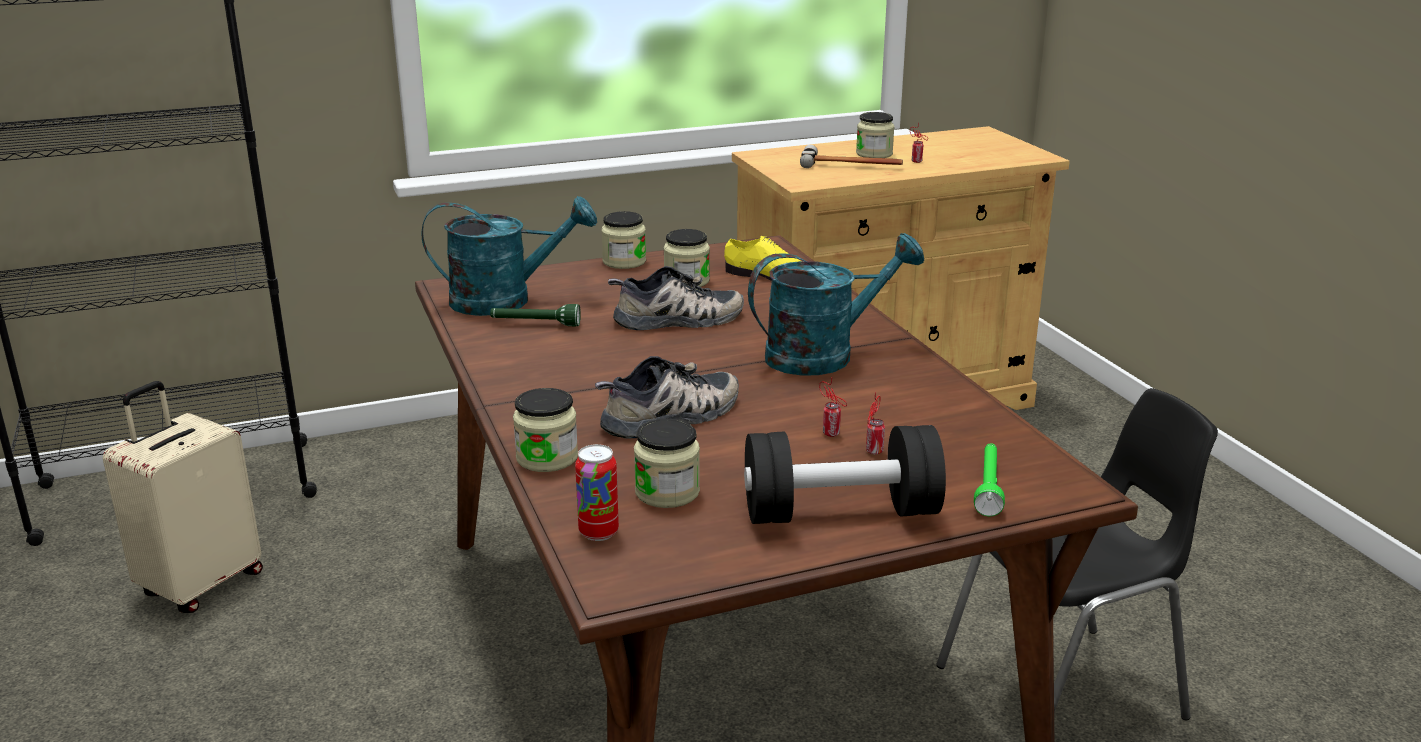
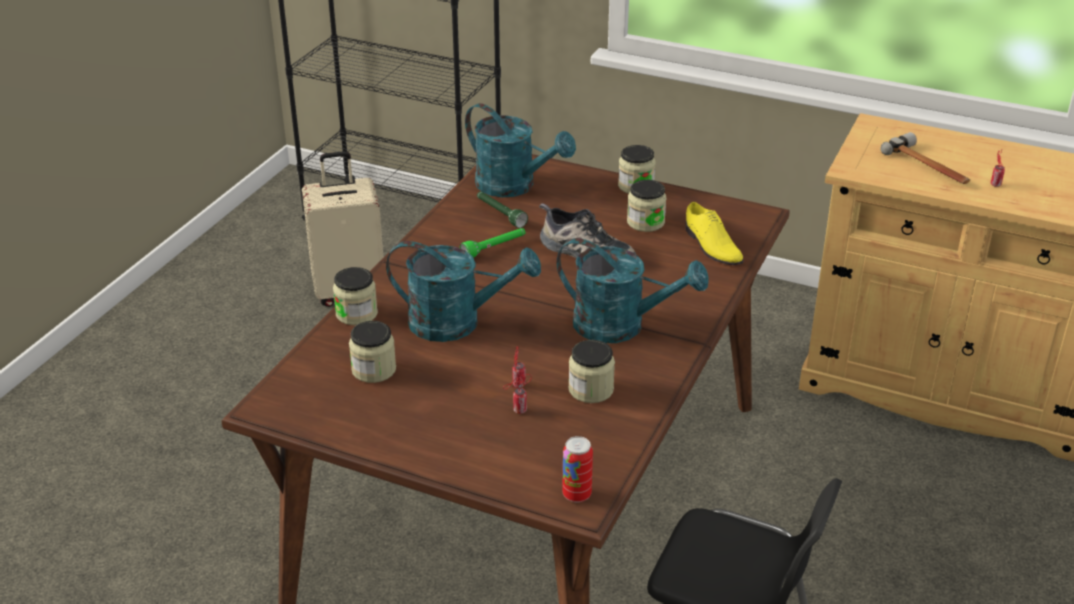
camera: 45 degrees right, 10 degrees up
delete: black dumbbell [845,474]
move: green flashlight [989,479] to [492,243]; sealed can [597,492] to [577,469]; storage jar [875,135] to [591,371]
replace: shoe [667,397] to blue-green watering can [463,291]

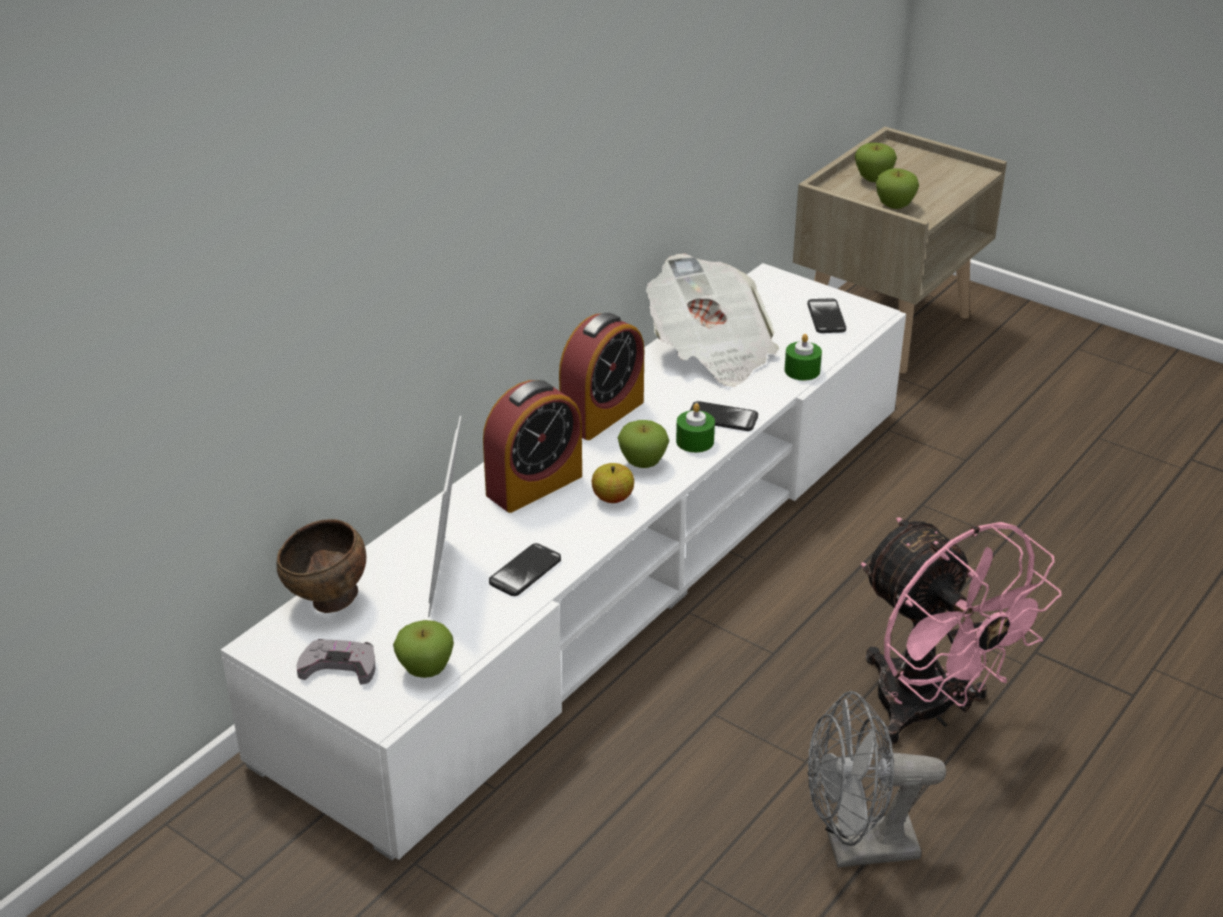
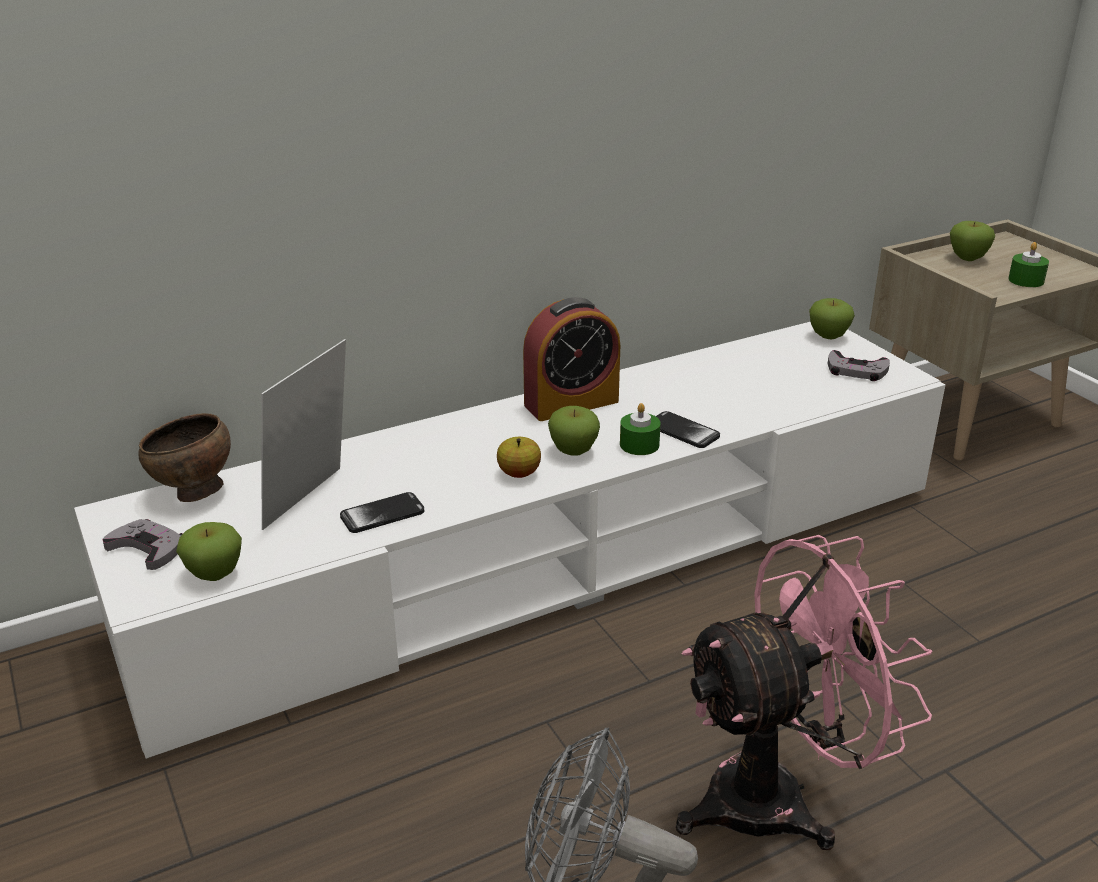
camera: 25 degrees right, 5 degrees down
delete: table clock [532,446]; newspaper [712,320]
move: apple fruit [897,188] to [832,318]; green wax candle [803,357] to [1028,264]
replace: handset [827,315] to gray game controller [859,365]
rotate: pink-coloured electric fan [961,631] = [804,692] 105 degrees counterclockwise

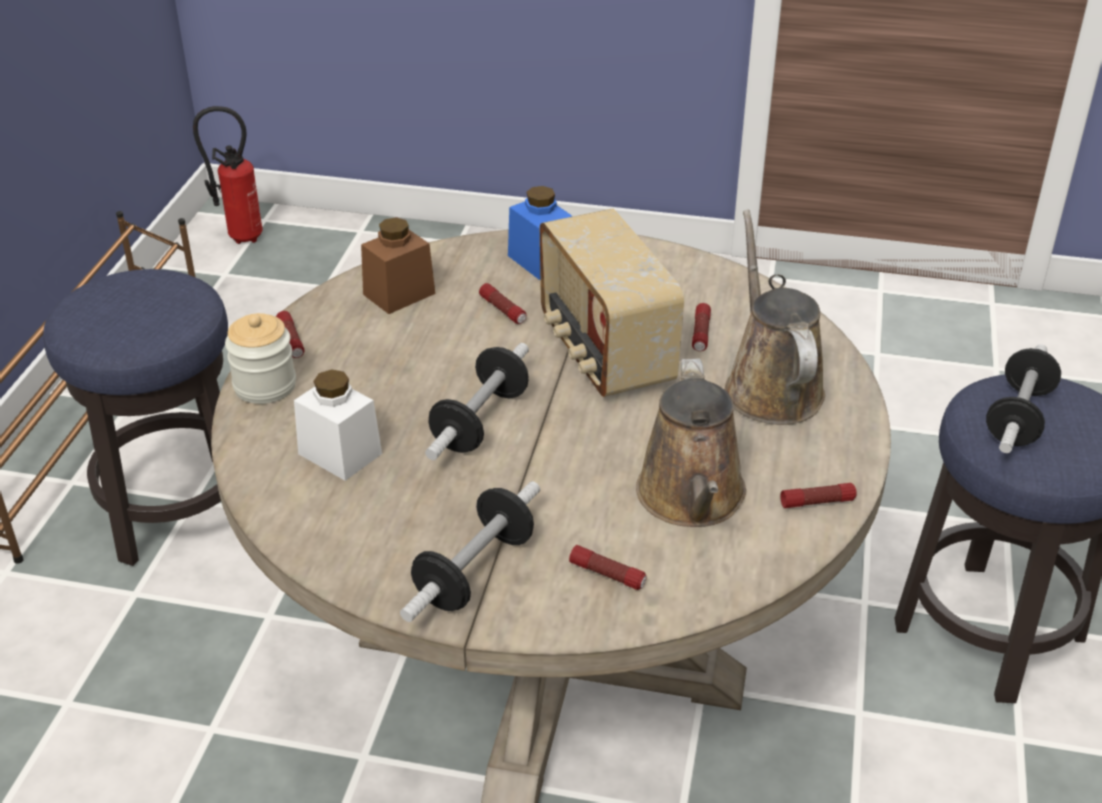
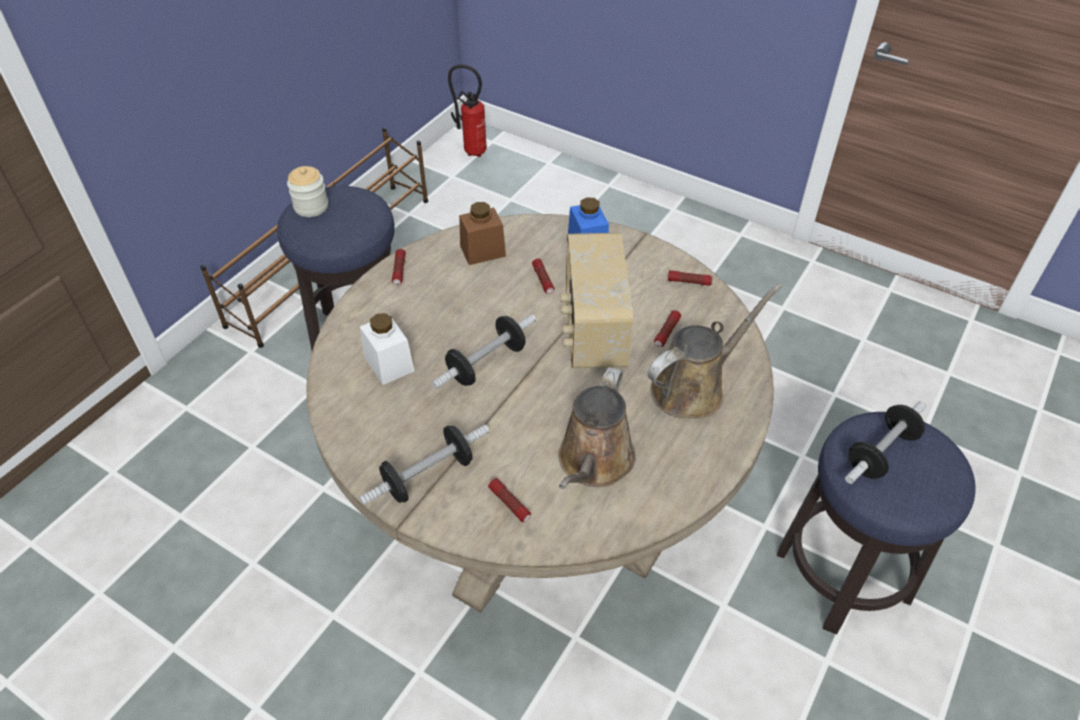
camera: 20 degrees right, 10 degrees up
move: storage jar [260,358] to [307,191]; flashlight [818,495] to [690,278]
rotate: brown-coloured watering can [774,317] = [714,351] 45 degrees clockwise

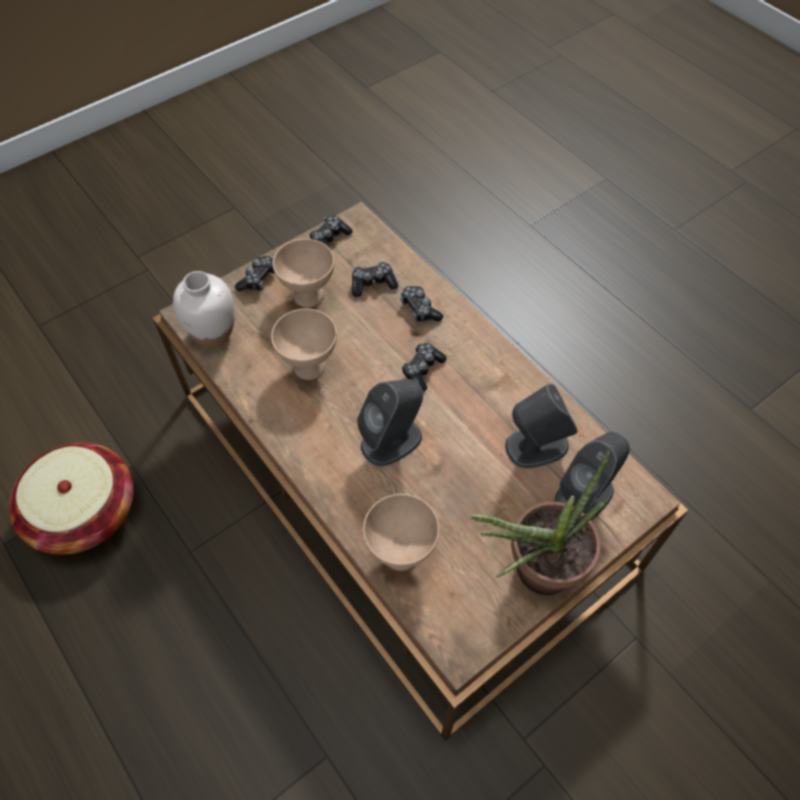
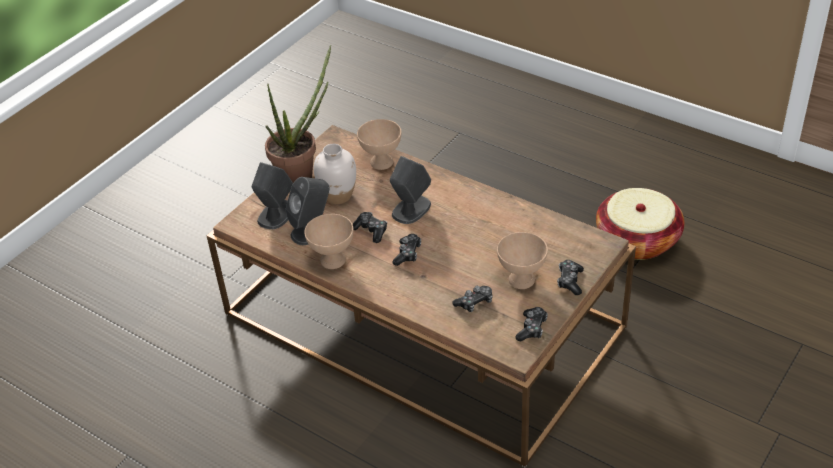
camera: 165 degrees right, 15 degrees down
move: sand-coloured serving bowl [304,344] to [328,241]; white-coloured vase [204,309] to [335,174]; game controller [421,304] to [370,227]

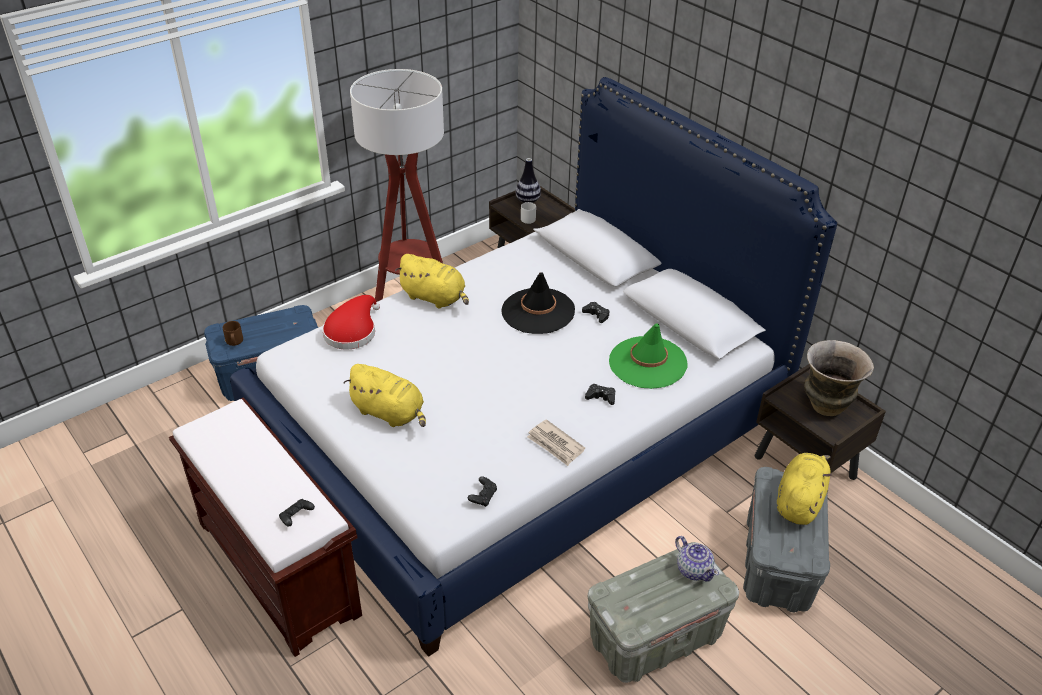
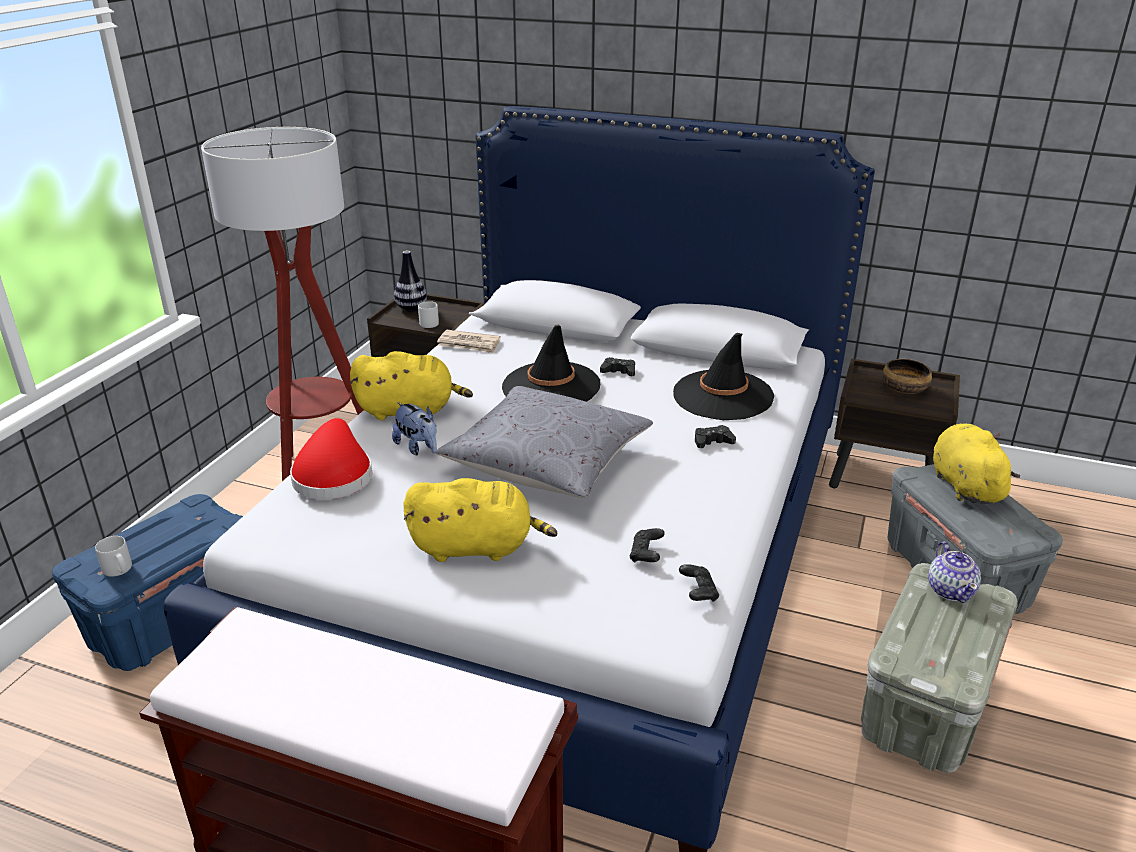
camera: 30 degrees left, 10 degrees down
insert: soft toy [414,428]; gray throw pillow [544,442]
move: newspaper [556,442] to [469,341]; black game controller [297,513] to [647,545]
replace: vase [839,378] to serving bowl [907,376]
recolor: brown-coloured coffee mug [233,333] to gray coffee mug [113,556]; green wearable hat [648,356] to black wearable hat [723,376]
rotate: tea pot [697,559] = [954,572] 60 degrees clockwise

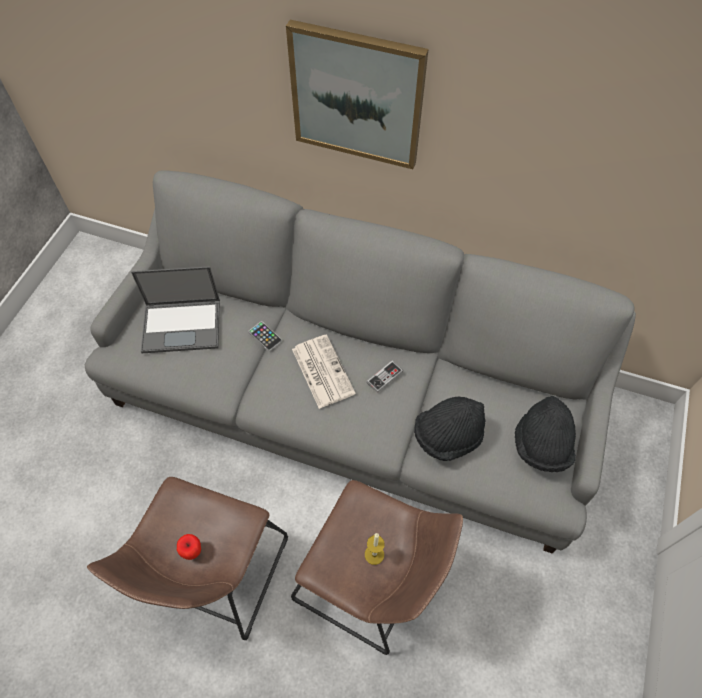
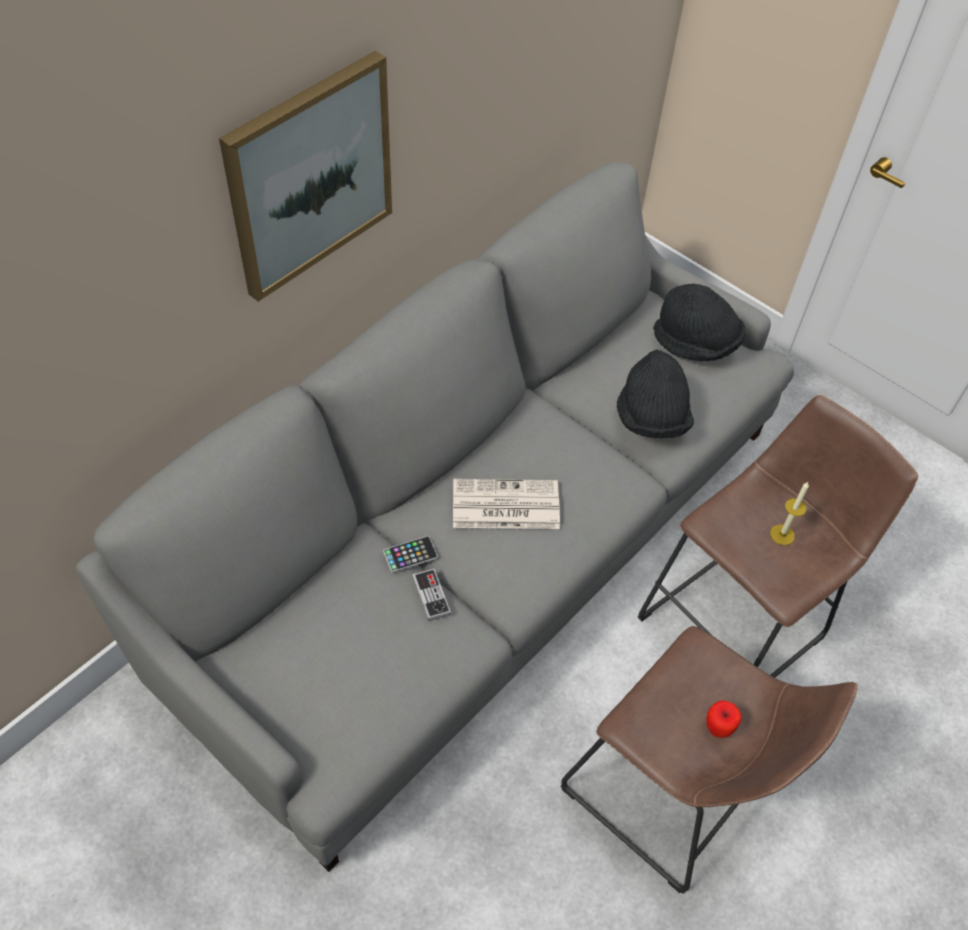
camera: 70 degrees left, 5 degrees down
delete: notebook computer [175,309]
move: game controller [385,377] to [431,594]

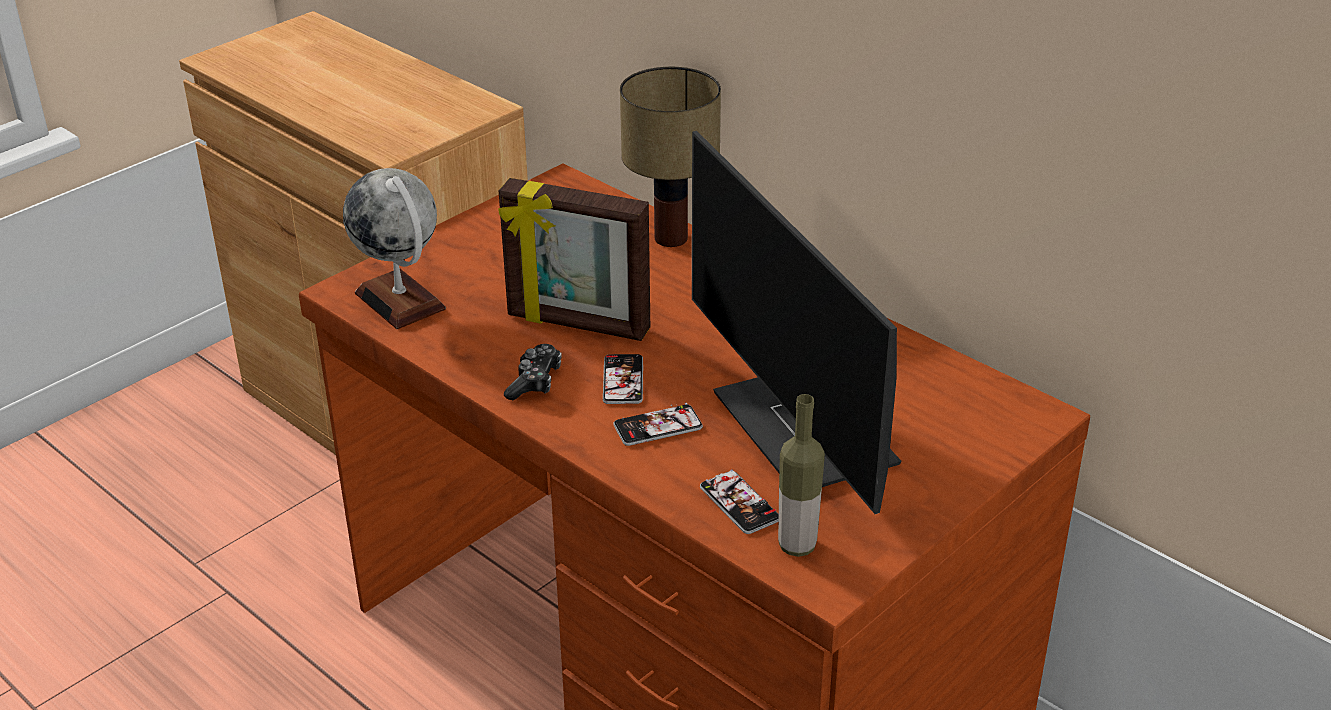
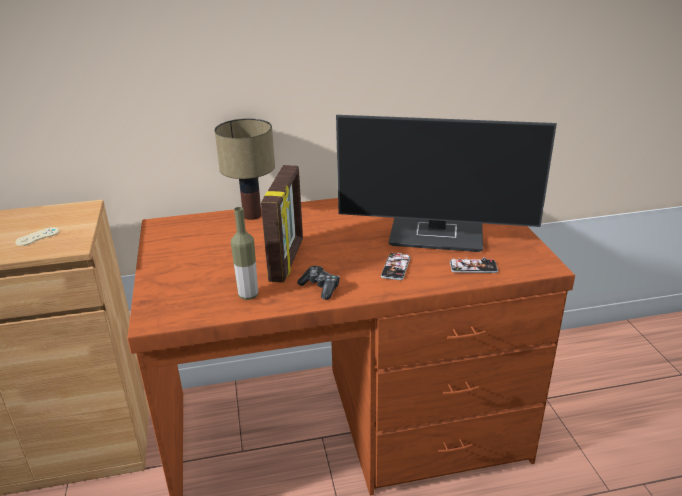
camera: 55 degrees left, 5 degrees down
delete: globe [394,248]; handset [623,379]
insert: sand-coloured game controller [37,236]
move: beverage bottle [801,475] to [244,253]
rotate: standing frame [574,259] = [282,224] 45 degrees counterclockwise

